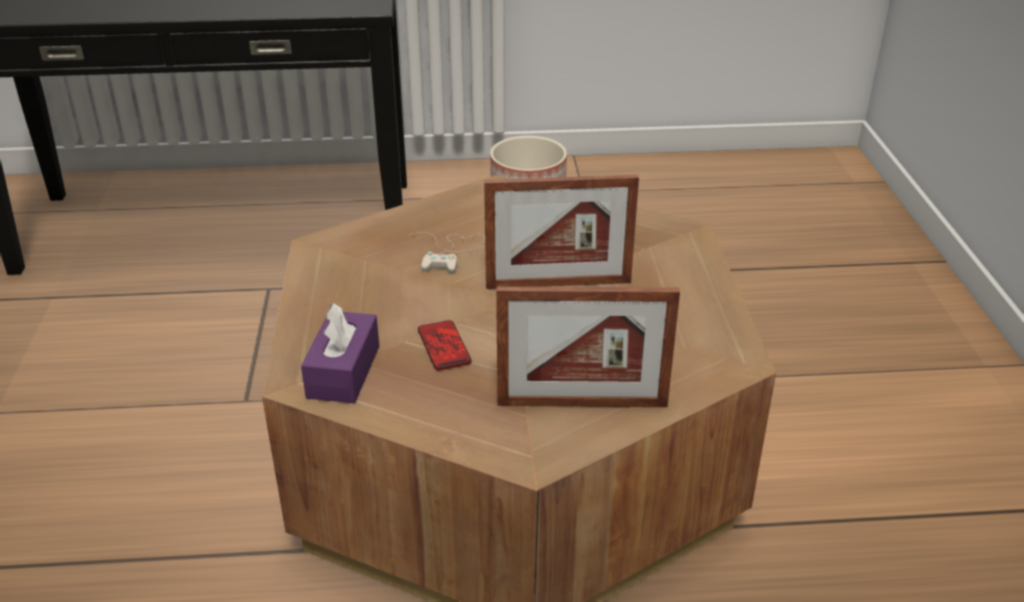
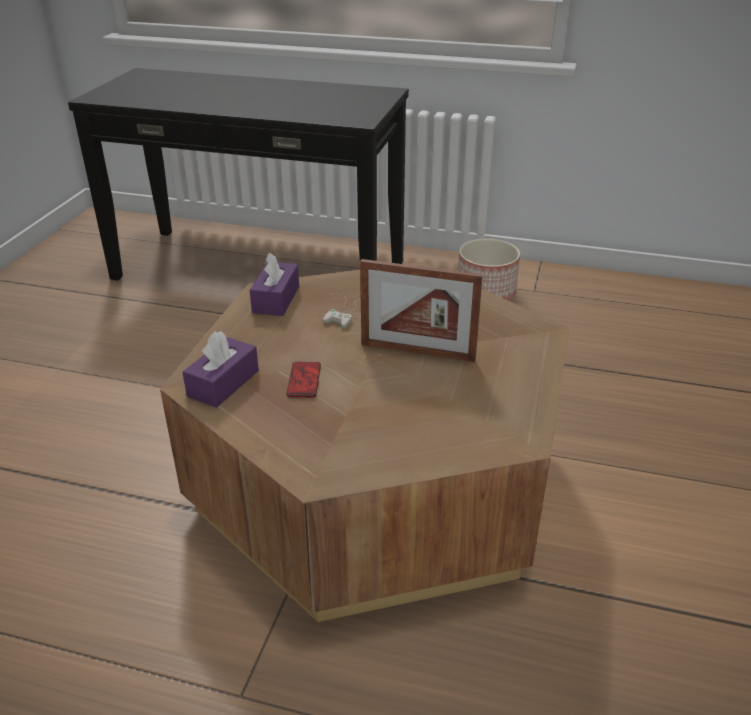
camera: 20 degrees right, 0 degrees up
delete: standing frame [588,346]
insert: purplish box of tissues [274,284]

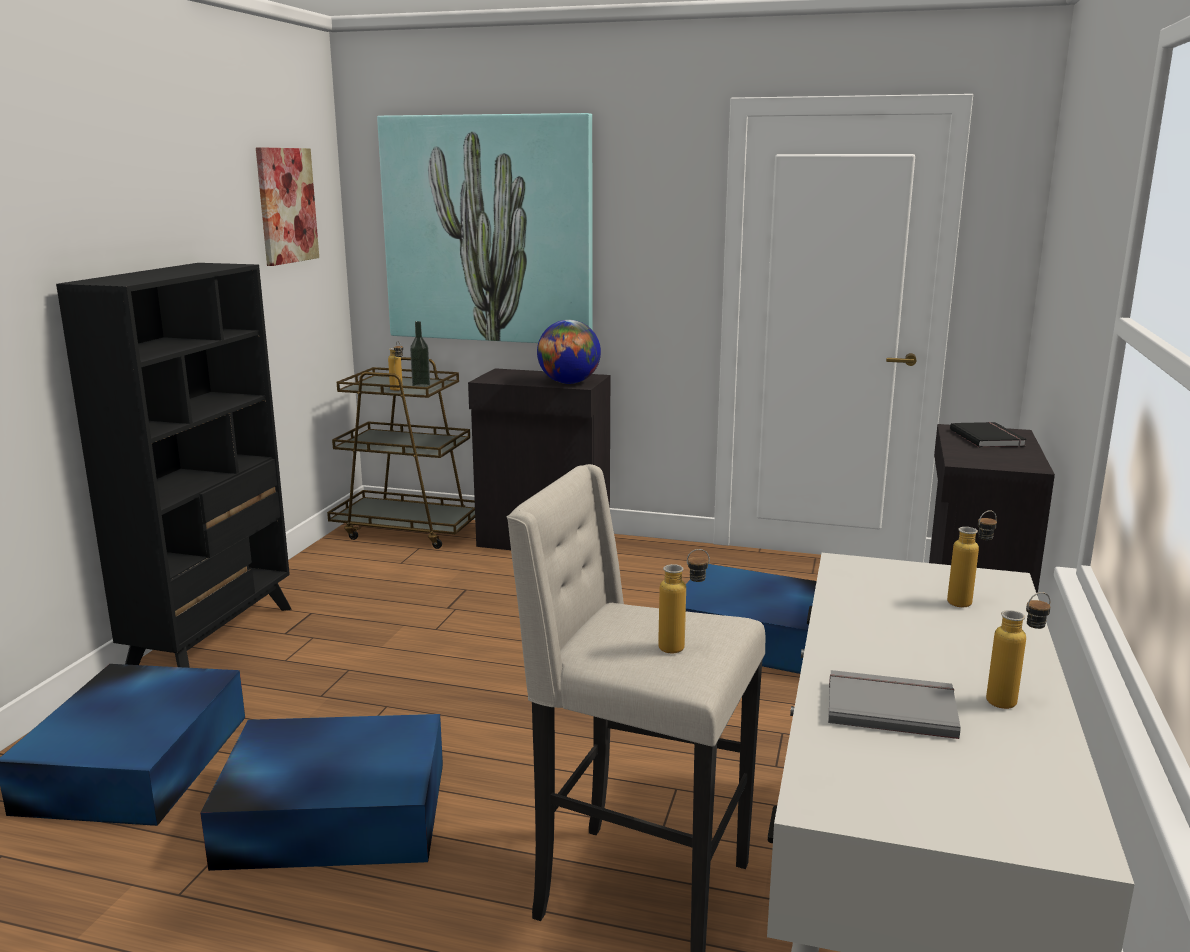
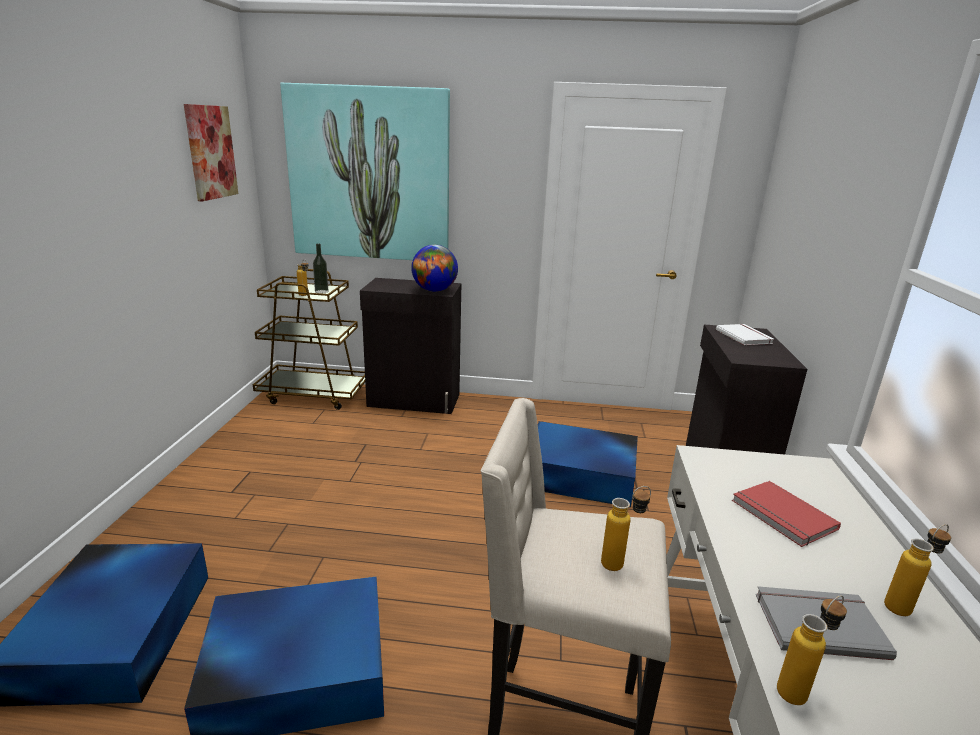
camera: 10 degrees left, 5 degrees up
delete: black bookshelf [173,465]
insert: red volume [786,514]
move: beverage bottle [972,558] to [812,650]
recolor: black volume [988,434] to white-coloured volume [745,334]

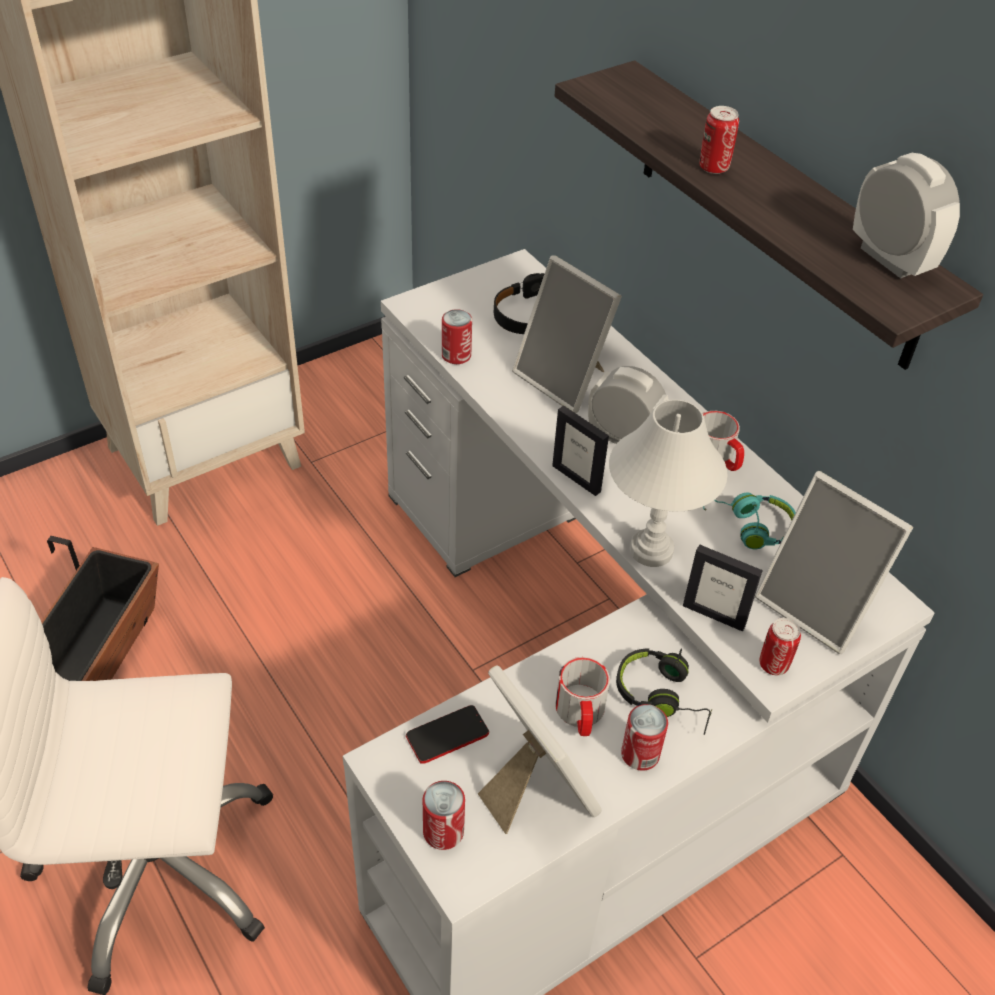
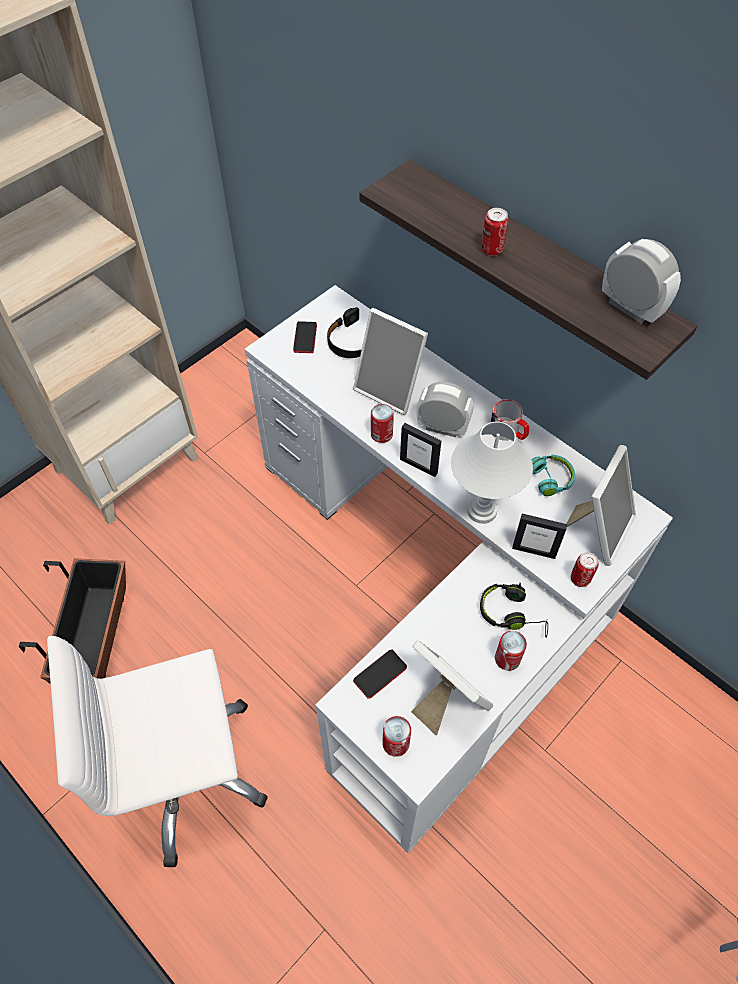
camera: 10 degrees left, 10 degrees up
delete: coffee mug [582,696]
insert: handset [305,337]
move: sealed can [457,336] to [382,423]
rotate: standing frame [834,562] = [601,505] 90 degrees counterclockwise

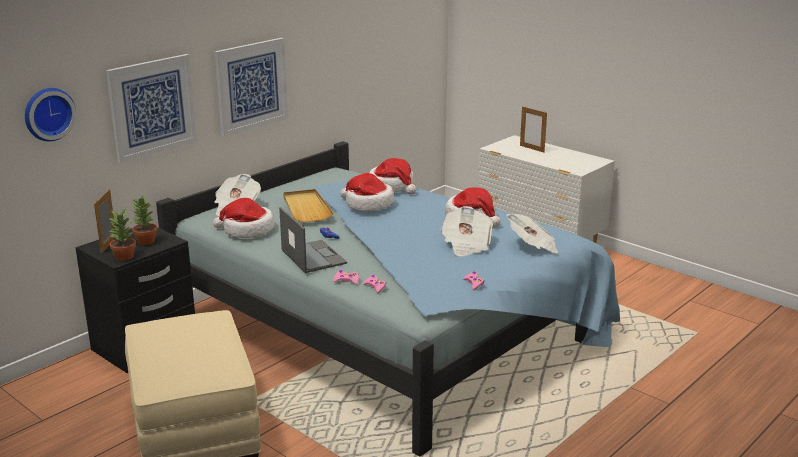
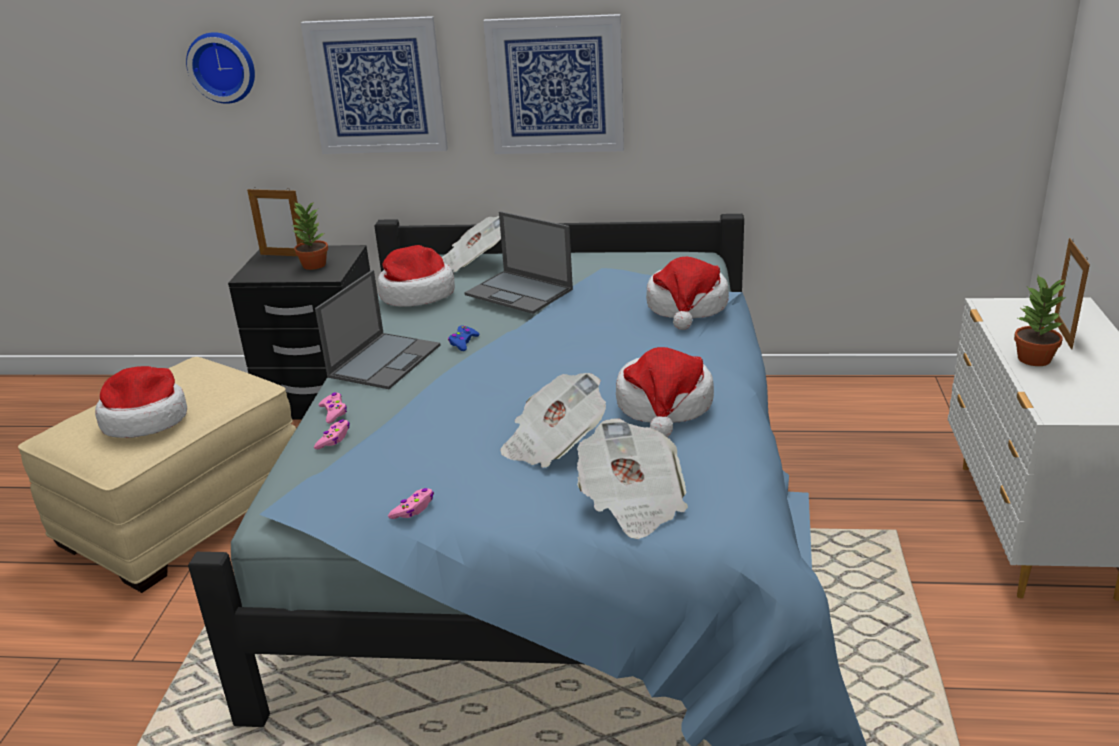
camera: 55 degrees right, 5 degrees up
move: wearable hat [367,192] to [141,402]; houseplant [122,235] to [1039,321]
replace: sand-coloured serving tray [308,205] to notebook computer [518,262]
rotate: standing frame [104,221] = [276,221] 135 degrees counterclockwise

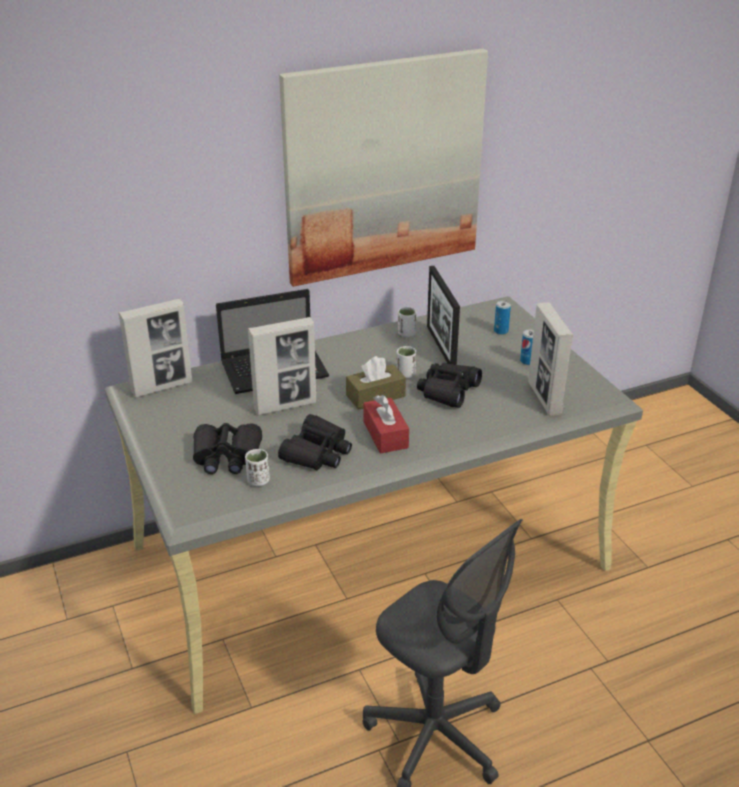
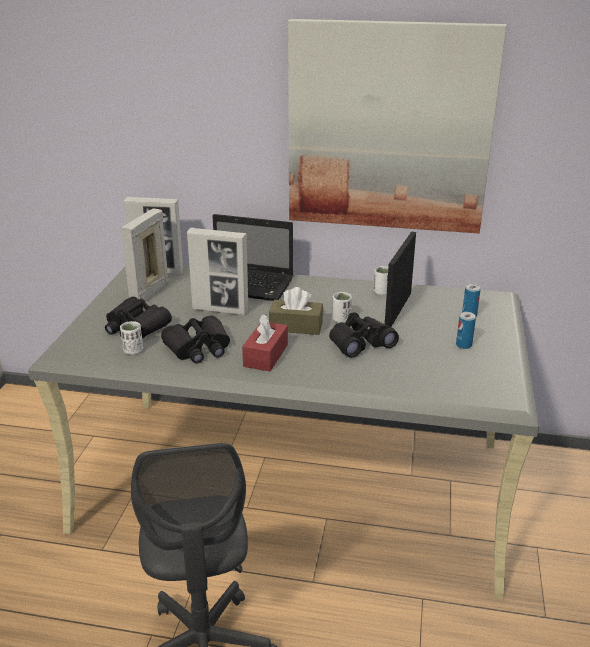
camera: 35 degrees right, 5 degrees down
move: standing frame [550,359] to [145,255]

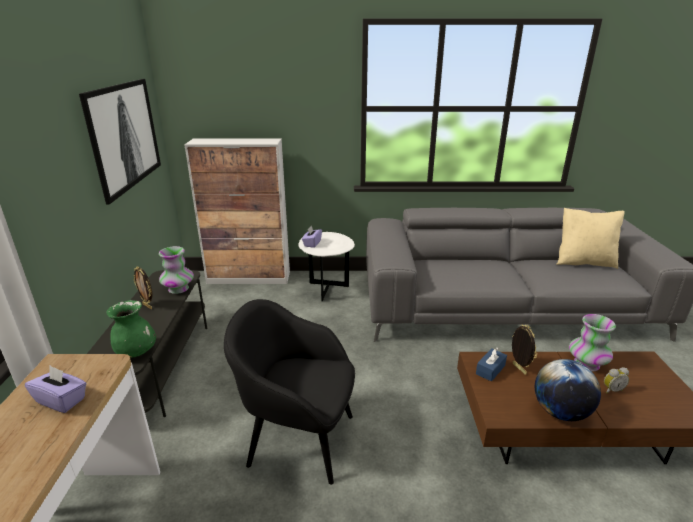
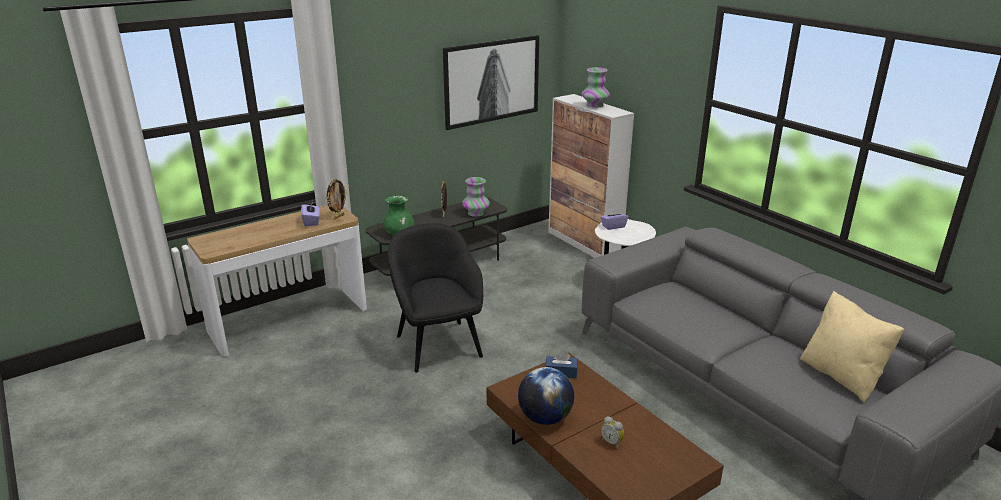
camera: 55 degrees right, 0 degrees up
move: standing frame [524,349] to [337,199]; vase [592,342] to [596,87]

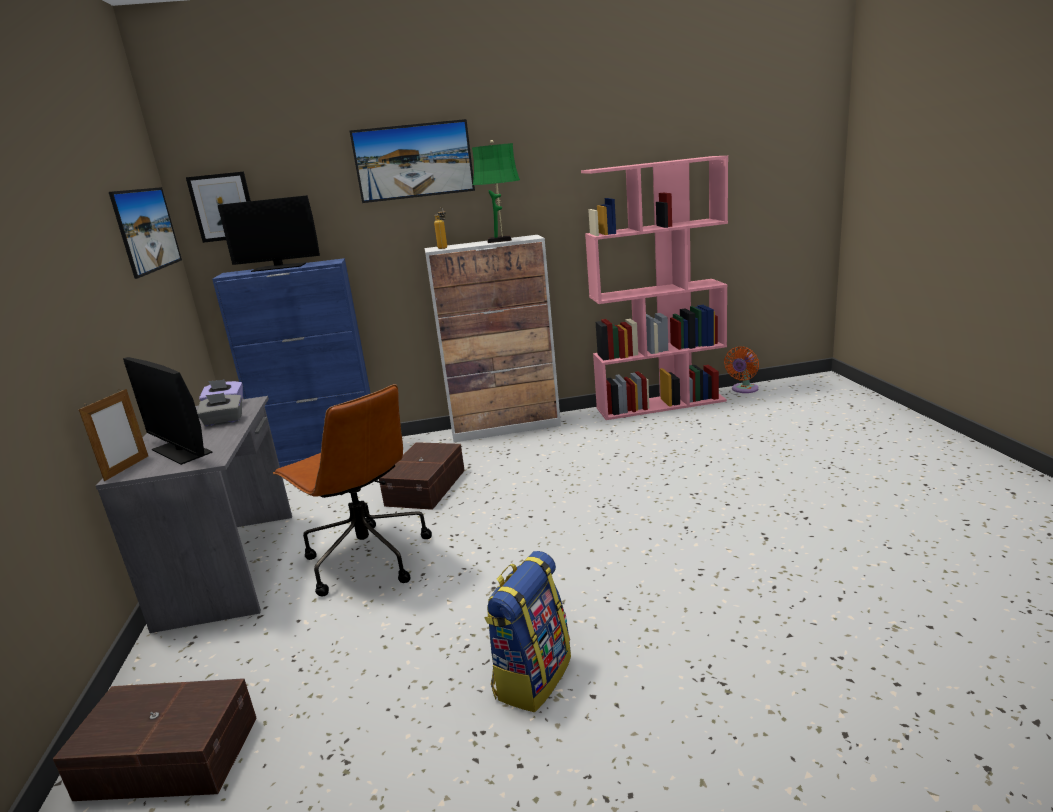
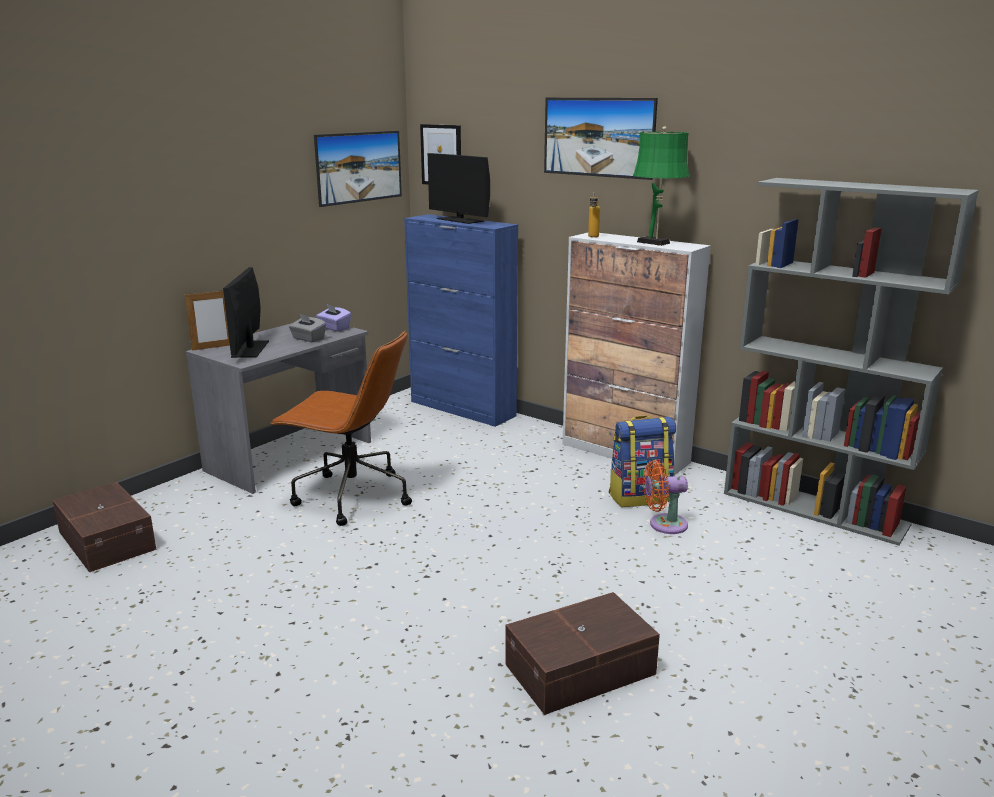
camera: 45 degrees right, 0 degrees up
move: brown-coloured storage box [422,476] to [582,653]; knapsack [527,631] to [642,461]; orangey electric fan [741,370] to [665,497]
recolor: pink-coloured bookshelf [654,288] to gray bookshelf [851,362]
rotate: brown-coloured office chair [352,490] = [341,428] 75 degrees counterclockwise

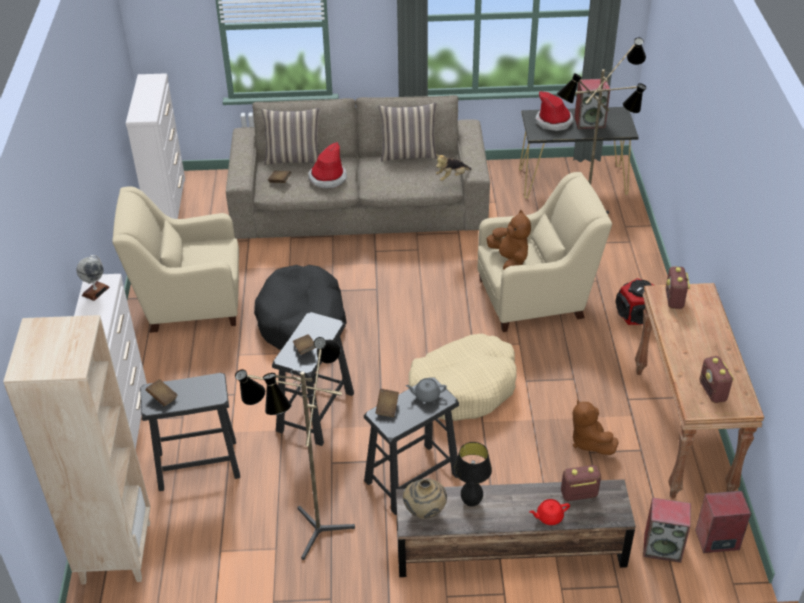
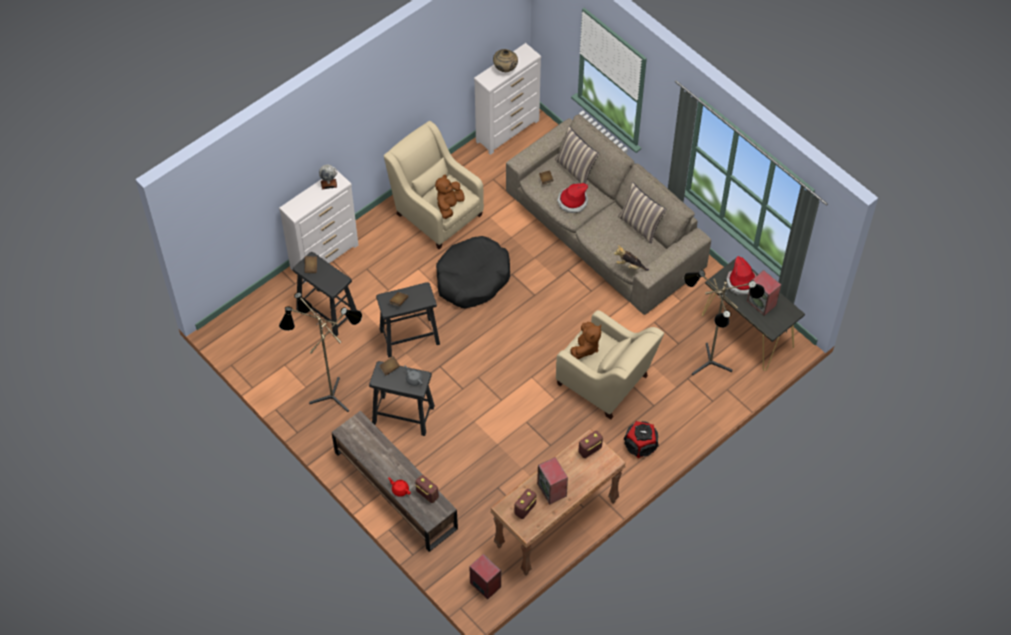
camera: 50 degrees right, 15 degrees up
delete: sand-coloured bookshelf [76,449]; sand-coloured dog bed [462,377]; black table lamp [473,474]
move: brown-coloured soft toy [595,427] to [450,196]; sand-coloured vase [425,499] to [505,60]; loudspeaker [667,530] to [552,481]

